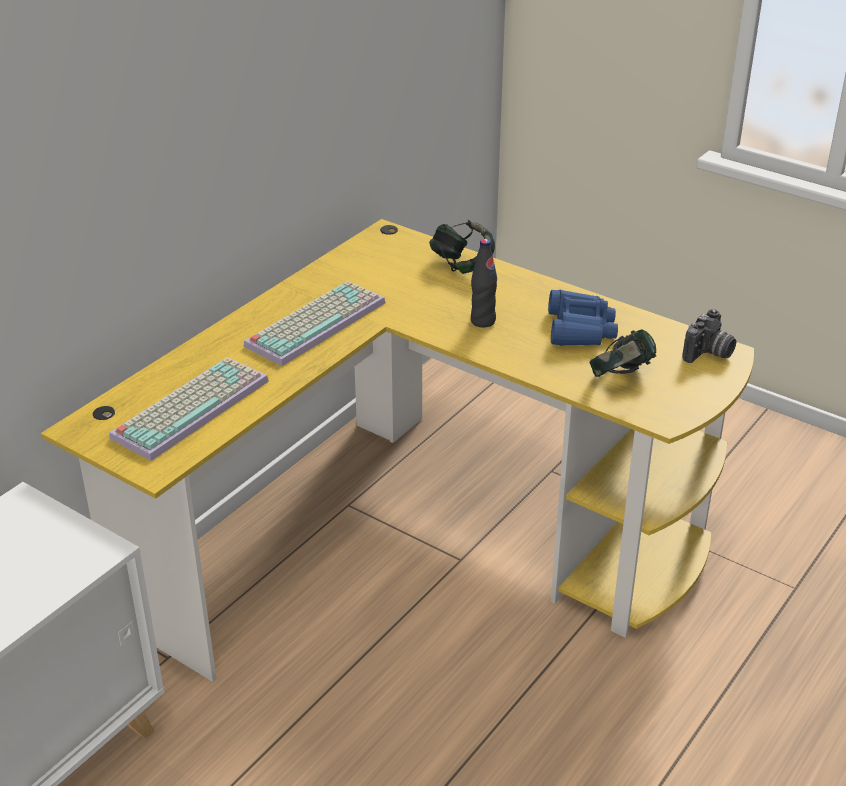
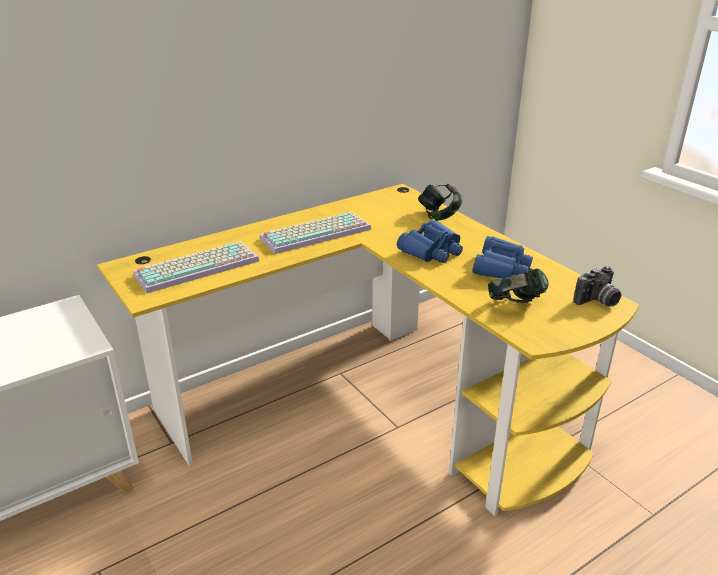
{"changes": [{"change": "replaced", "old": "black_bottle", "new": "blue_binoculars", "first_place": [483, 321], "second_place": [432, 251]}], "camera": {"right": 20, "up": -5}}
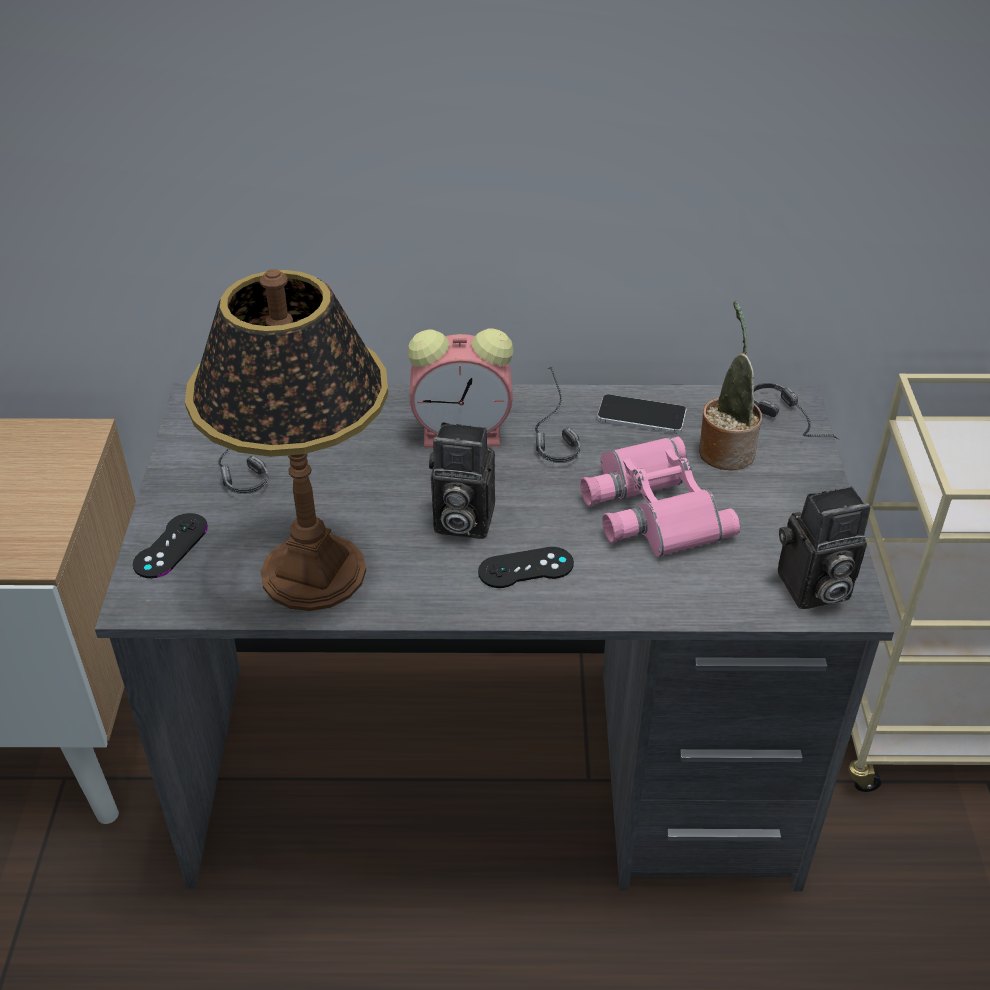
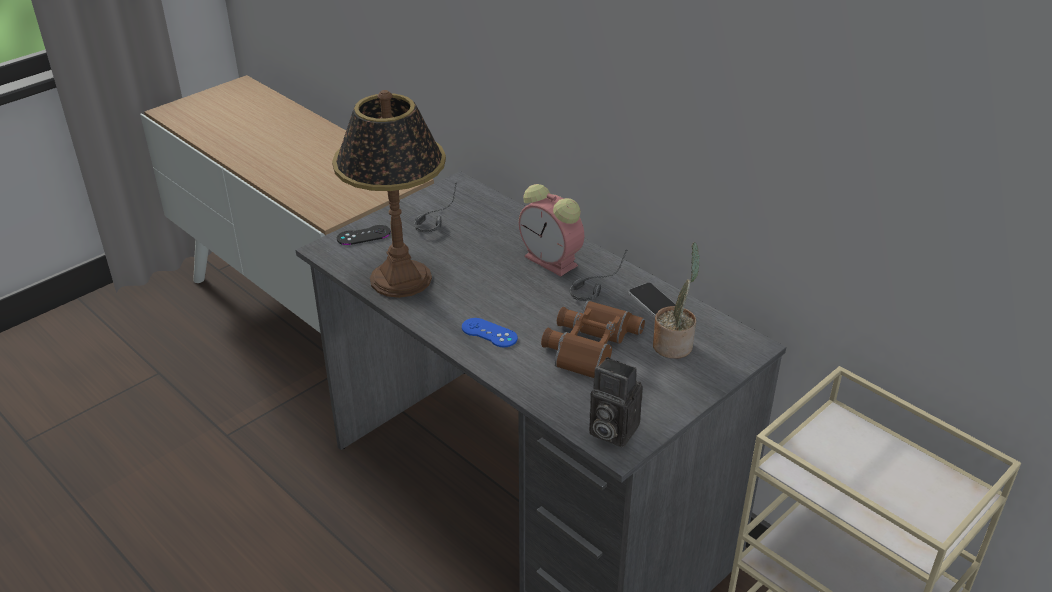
{"changes": [{"change": "recoloured", "old": "black_game_controller", "new": "blue_game_controller", "first_place": [526, 568], "second_place": [489, 333]}, {"change": "recoloured", "old": "pink_binoculars", "new": "brown_binoculars", "first_place": [649, 508], "second_place": [589, 345]}, {"change": "removed", "old": "photo_camera", "first_place": [460, 521]}, {"change": "removed", "old": "headphones", "first_place": [798, 424]}], "camera": {"right": 45, "up": -5}}
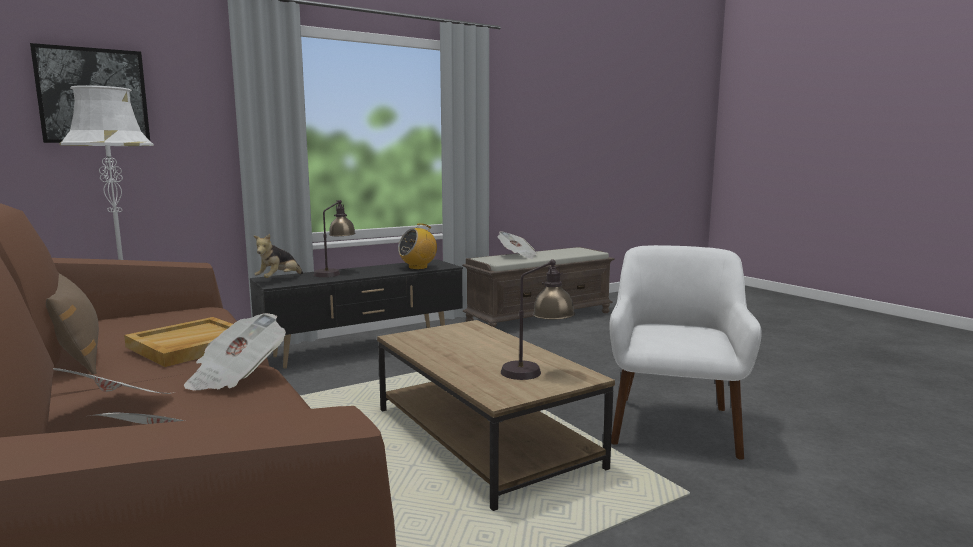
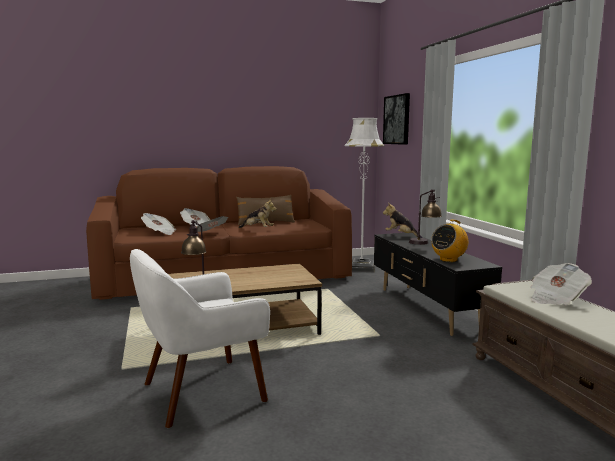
{"changes": [{"change": "turned", "old": "white_armchair", "first_place": [673, 425], "second_place": [201, 392], "degrees": 120}, {"change": "replaced", "old": "beige_tray", "new": "plush_toy", "first_place": [191, 346], "second_place": [258, 229]}, {"change": "turned", "old": "radio", "first_place": [418, 267], "second_place": [448, 260], "degrees": -105}], "camera": {"right": 105, "up": 0}}
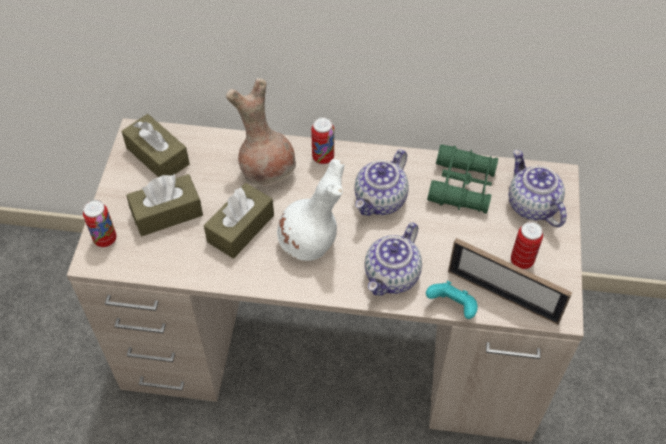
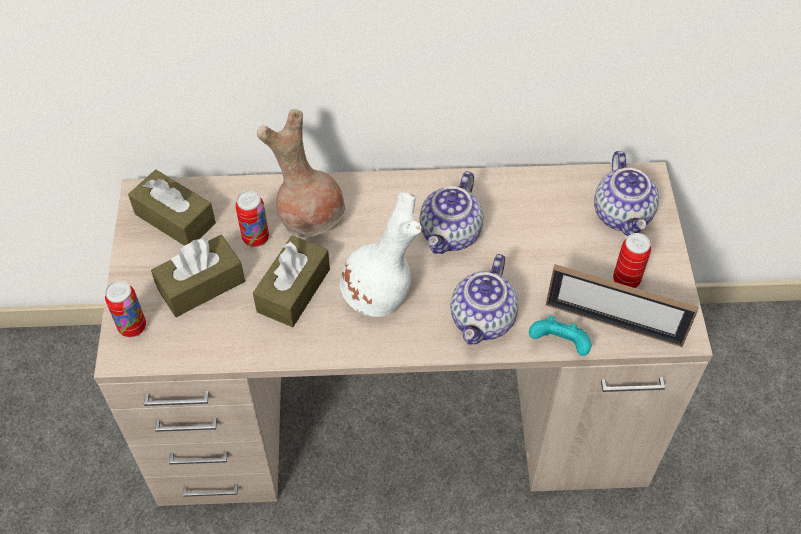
{"changes": [{"change": "moved", "old": "can", "first_place": [323, 157], "second_place": [255, 238]}, {"change": "turned", "old": "teapot", "first_place": [531, 205], "second_place": [623, 215], "degrees": -150}, {"change": "removed", "old": "green_binoculars", "first_place": [462, 185]}], "camera": {"right": -10, "up": 0}}
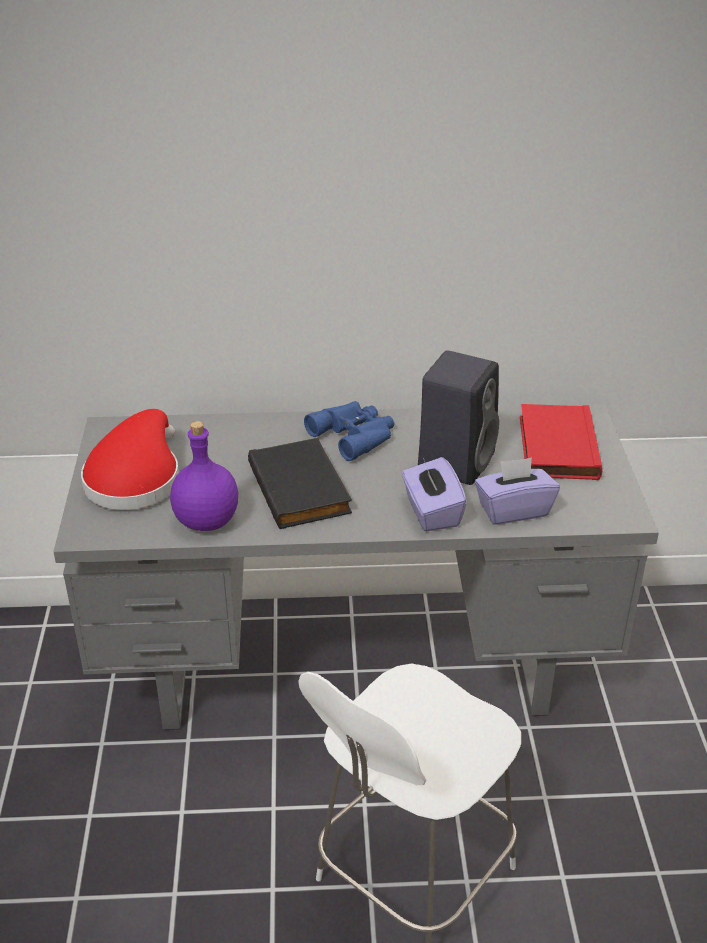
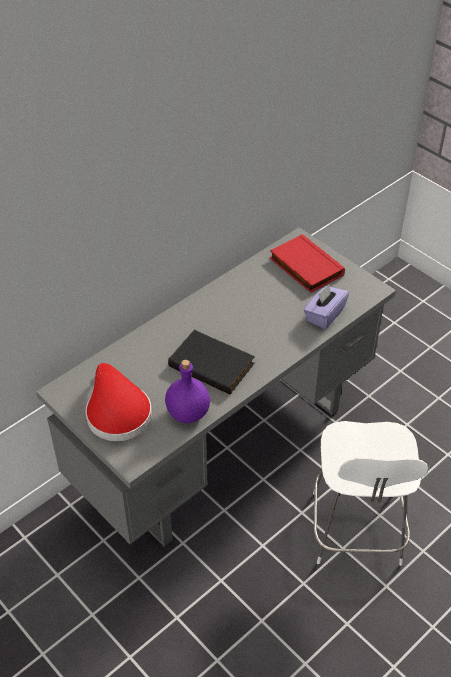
{"changes": [{"change": "removed", "old": "blue_binoculars", "first_place": [355, 435]}, {"change": "removed", "old": "purple_tissue_box", "first_place": [431, 512]}, {"change": "removed", "old": "black_speaker", "first_place": [456, 460]}], "camera": {"right": -40, "up": 10}}
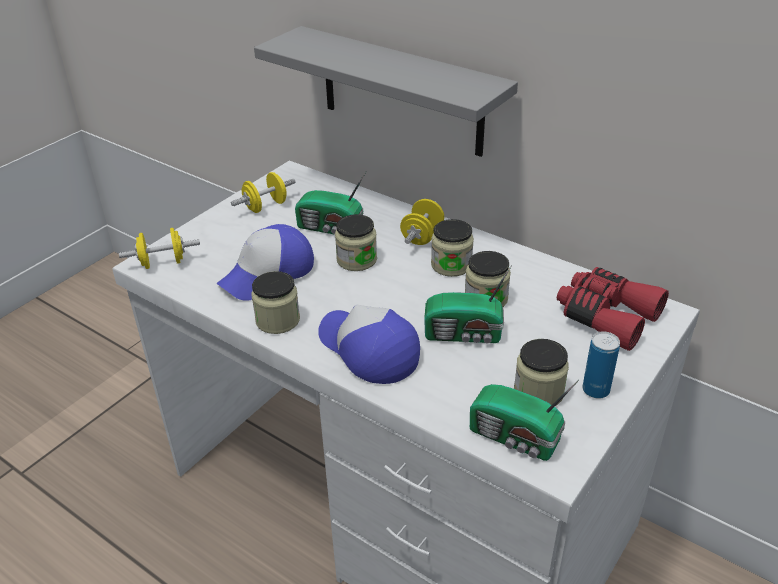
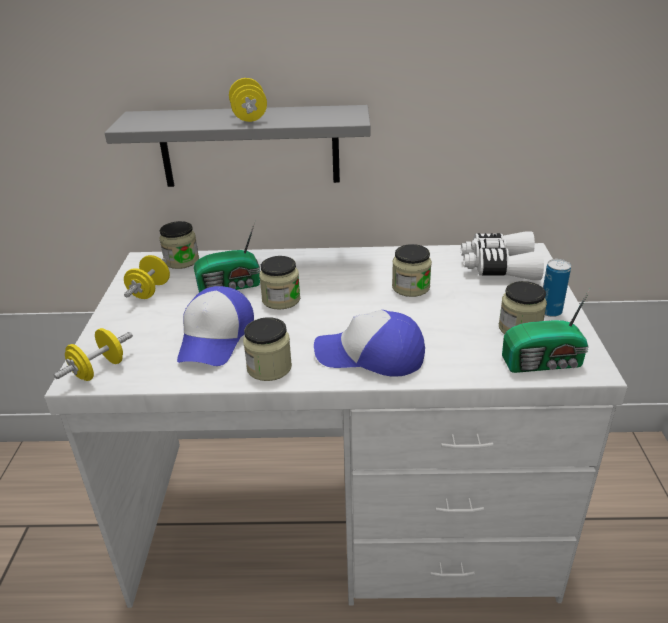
{"changes": [{"change": "moved", "old": "jar", "first_place": [451, 265], "second_place": [181, 261]}, {"change": "moved", "old": "yellow_dumbbell", "first_place": [422, 236], "second_place": [249, 117]}, {"change": "recoloured", "old": "red_binoculars", "new": "white_binoculars", "first_place": [606, 316], "second_place": [498, 267]}, {"change": "removed", "old": "radio", "first_place": [465, 334]}], "camera": {"right": -35, "up": -5}}
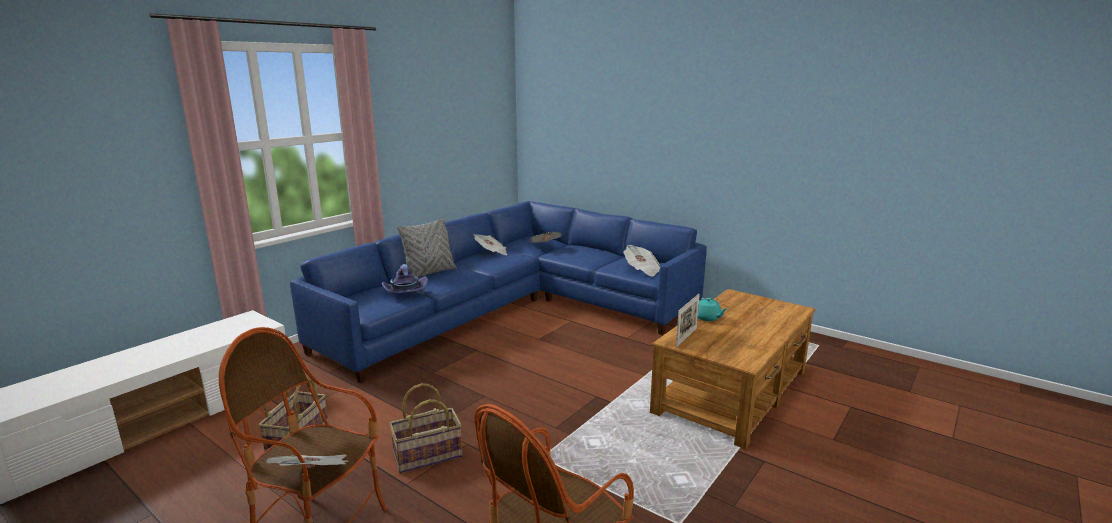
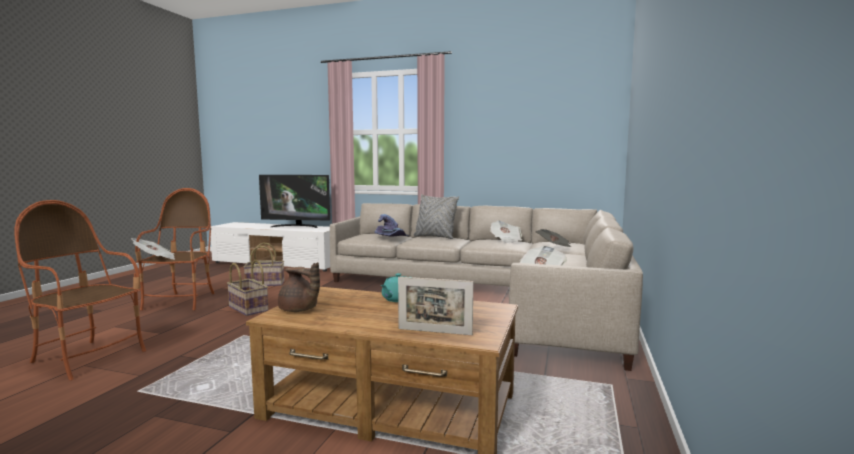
{"changes": [{"change": "added", "new": "television", "second_place": [297, 226]}, {"change": "added", "new": "brown_teapot", "second_place": [299, 310]}, {"change": "recoloured", "old": "blue_sofa", "new": "beige_sofa", "first_place": [515, 309], "second_place": [494, 295]}, {"change": "moved", "old": "picture_frame", "first_place": [686, 337], "second_place": [434, 332]}], "camera": {"right": 70, "up": -10}}
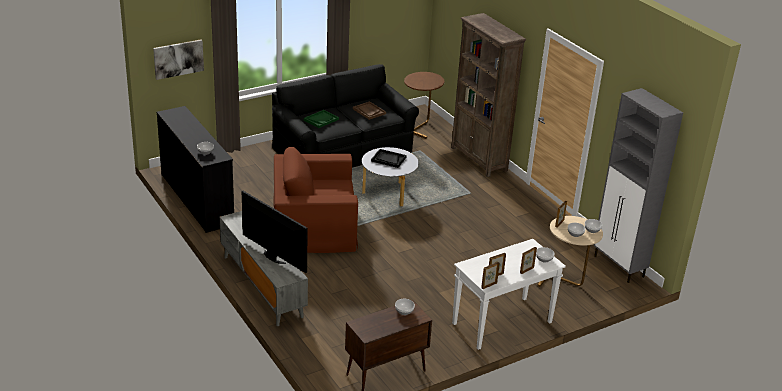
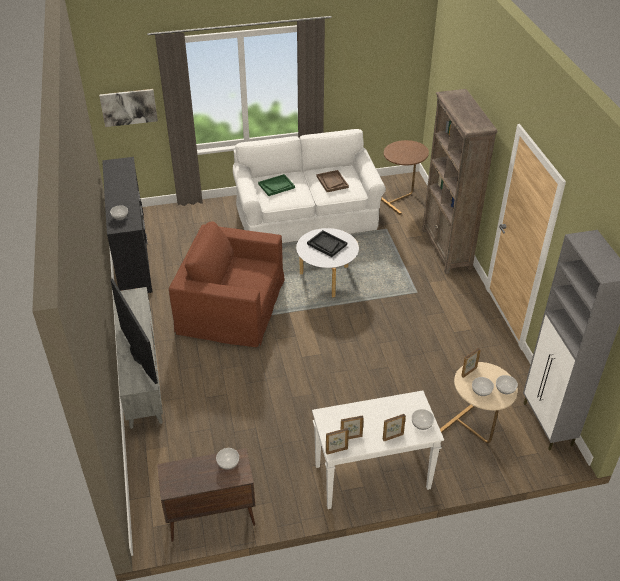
{"changes": [{"change": "recoloured", "old": "black_sofa", "new": "white_sofa", "first_place": [343, 149], "second_place": [307, 216]}], "camera": {"right": 20, "up": 10}}
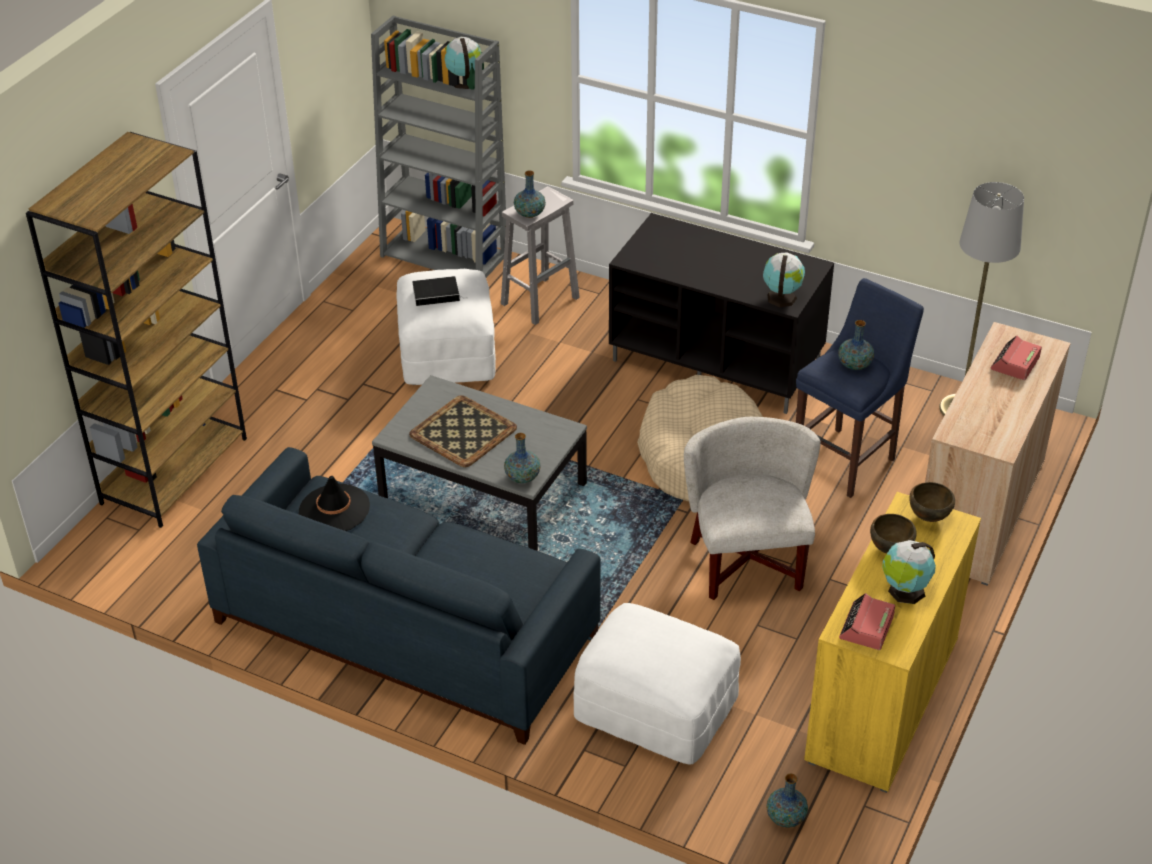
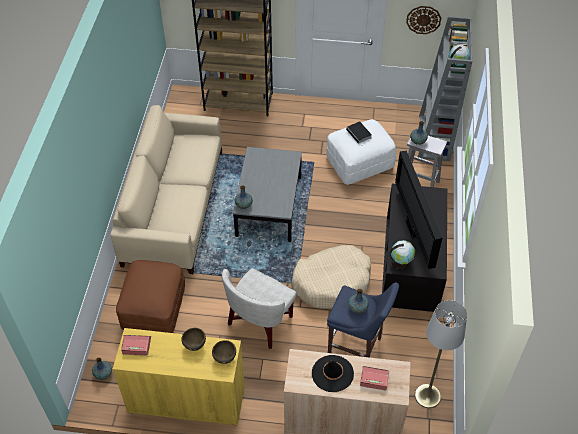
{"changes": [{"change": "recoloured", "old": "blue_sofa", "new": "beige_sofa", "first_place": [406, 626], "second_place": [175, 206]}, {"change": "recoloured", "old": "white_ottoman", "new": "brown_ottoman", "first_place": [654, 709], "second_place": [153, 308]}, {"change": "turned", "old": "white_armchair", "first_place": [747, 563], "second_place": [260, 321], "degrees": 150}, {"change": "moved", "old": "black_hat", "first_place": [334, 509], "second_place": [332, 373]}, {"change": "added", "new": "television", "second_place": [412, 230]}, {"change": "added", "new": "wall_clock", "second_place": [423, 19]}, {"change": "removed", "old": "tray", "first_place": [463, 431]}, {"change": "removed", "old": "globe", "first_place": [905, 591]}], "camera": {"right": 70, "up": 10}}
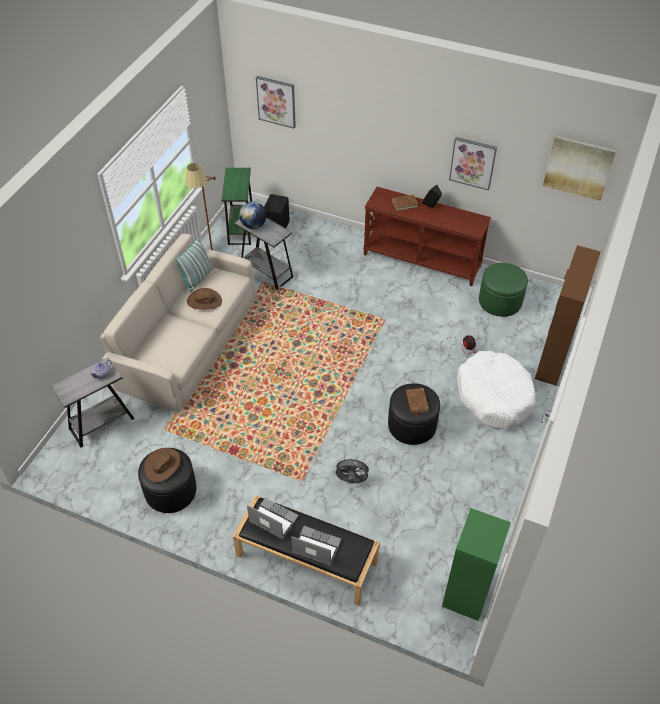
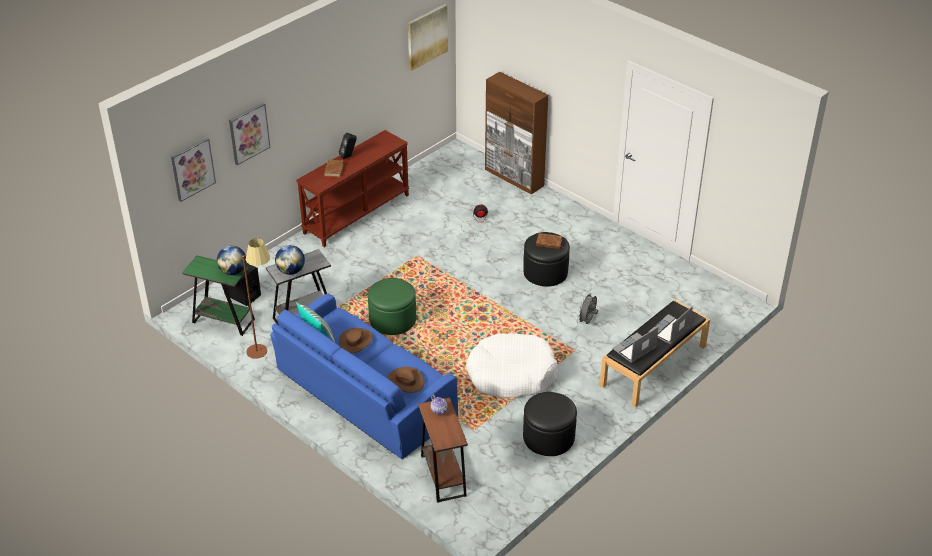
{"changes": [{"change": "added", "new": "globe", "second_place": [233, 271]}, {"change": "moved", "old": "picture", "first_place": [472, 163], "second_place": [249, 133]}, {"change": "recoloured", "old": "beige_sofa", "new": "blue_sofa", "first_place": [186, 339], "second_place": [363, 392]}, {"change": "moved", "old": "green_ottoman", "first_place": [500, 301], "second_place": [392, 320]}, {"change": "moved", "old": "brown_hat", "first_place": [162, 465], "second_place": [405, 381]}, {"change": "recoloured", "old": "grey_side_table", "new": "brown_side_table", "first_place": [101, 423], "second_place": [443, 475]}, {"change": "moved", "old": "white_dog_bed", "first_place": [494, 396], "second_place": [511, 374]}, {"change": "removed", "old": "green_bookcase", "first_place": [467, 594]}], "camera": {"right": -70, "up": -10}}
